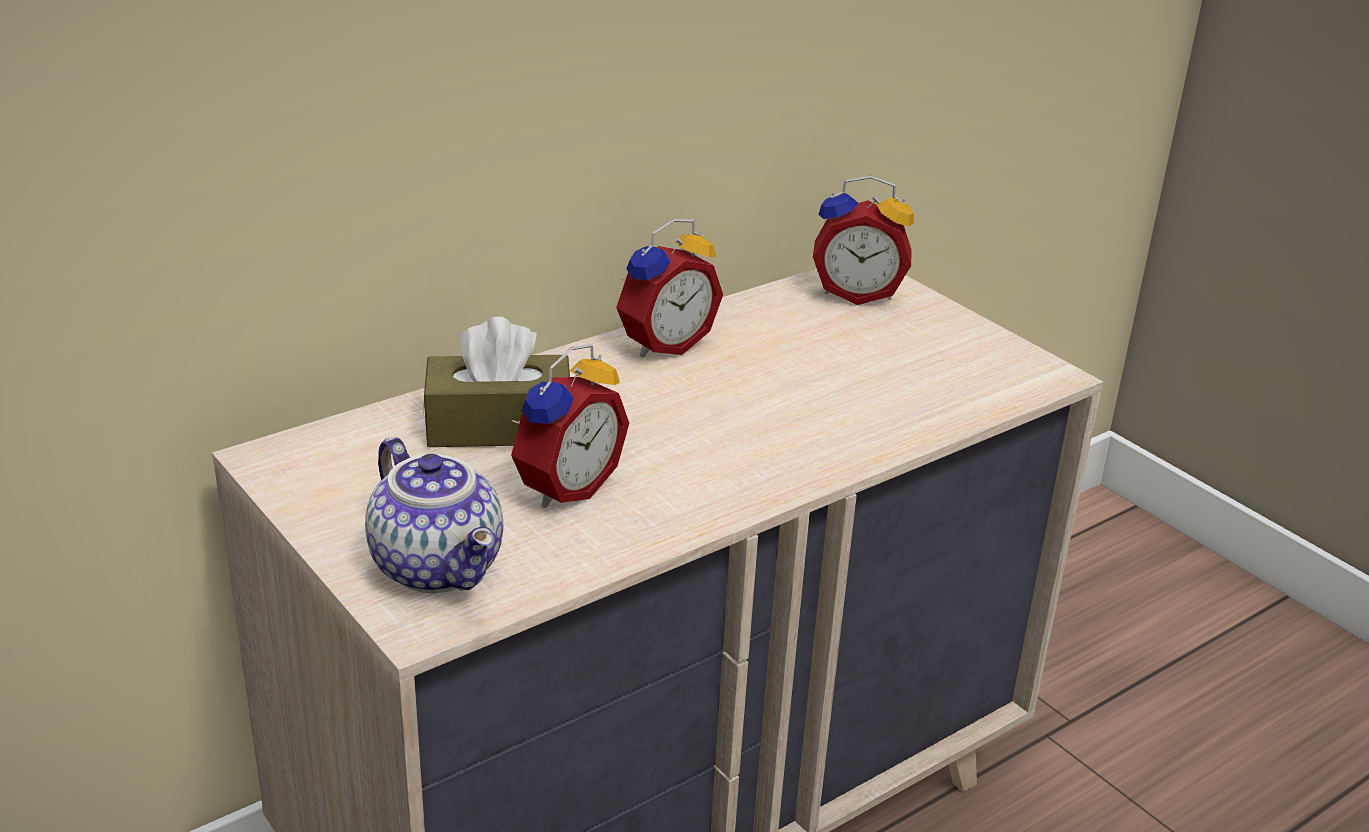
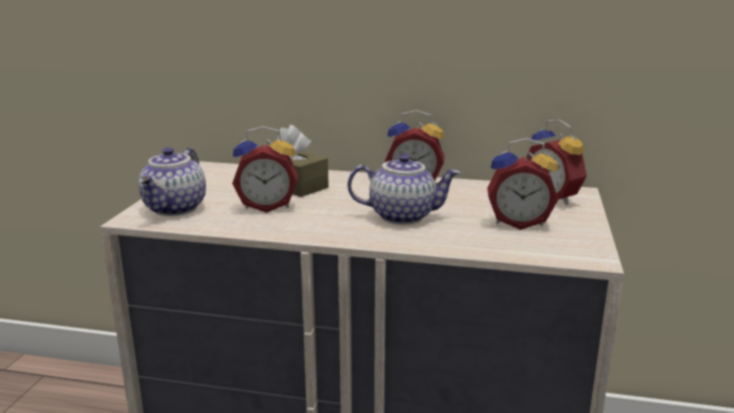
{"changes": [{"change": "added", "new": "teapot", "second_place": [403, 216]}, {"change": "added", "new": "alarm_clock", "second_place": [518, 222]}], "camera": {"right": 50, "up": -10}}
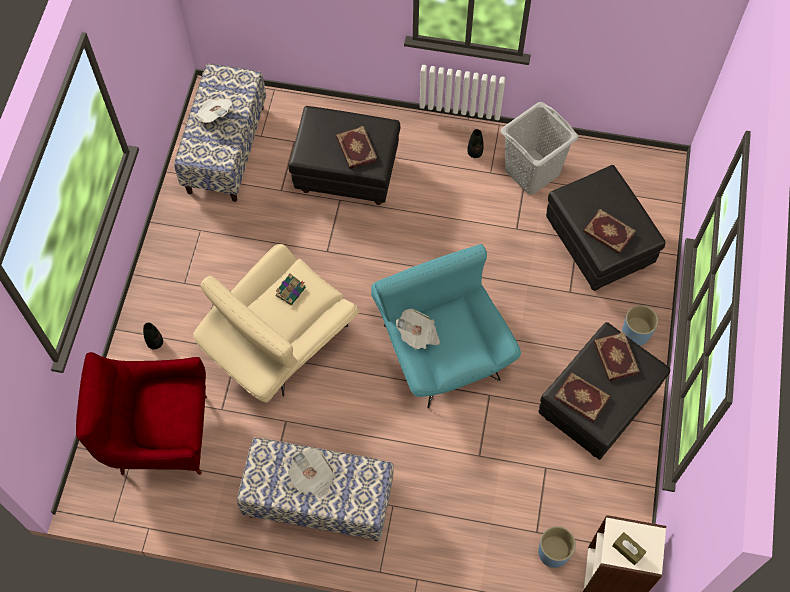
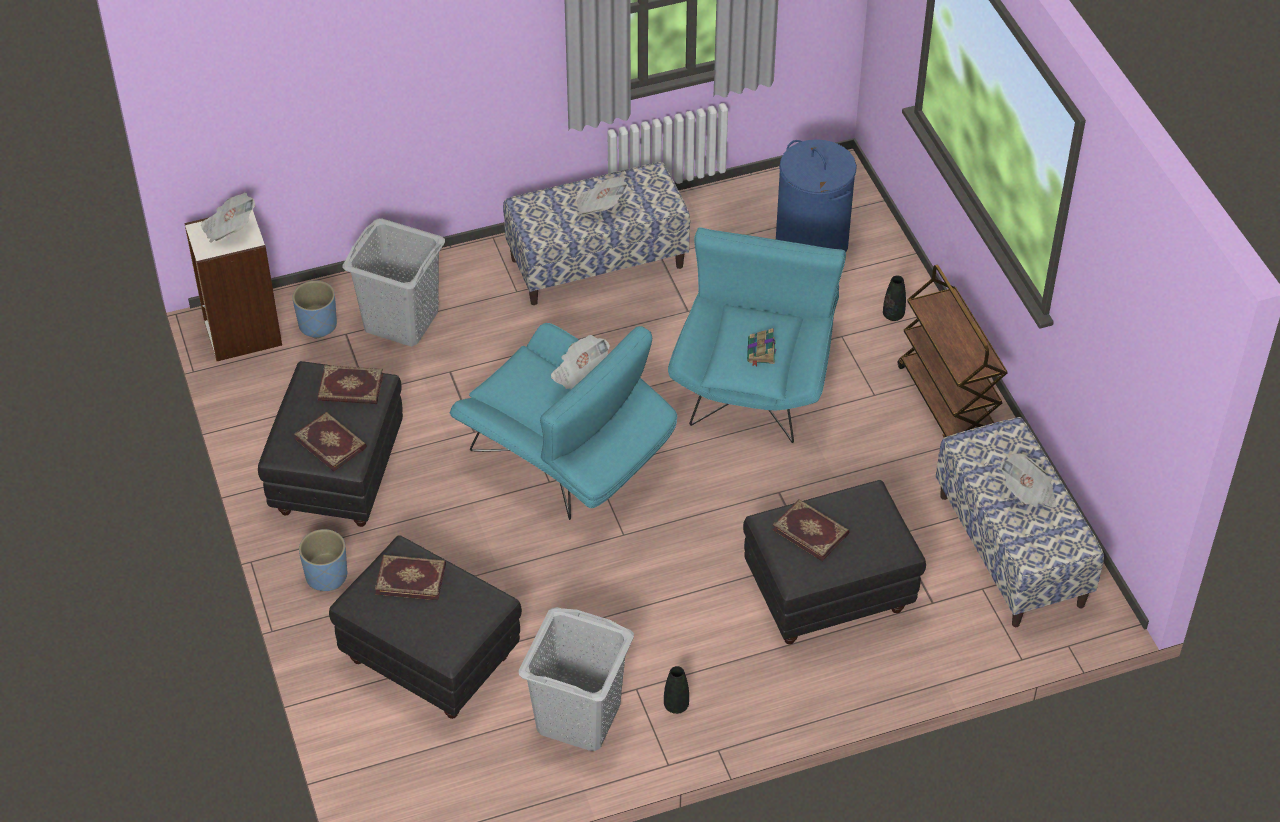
{"changes": [{"change": "replaced", "old": "brown_tissue_box", "new": "newspaper", "first_place": [628, 550], "second_place": [229, 228]}, {"change": "added", "new": "grey_laundry_basket", "second_place": [401, 321]}, {"change": "recoloured", "old": "beige_armchair", "new": "turquoise_armchair", "first_place": [278, 342], "second_place": [756, 375]}, {"change": "replaced", "old": "red_armchair", "new": "blue_laundry_basket", "first_place": [158, 434], "second_place": [812, 244]}, {"change": "added", "new": "brown_cart", "second_place": [947, 403]}], "camera": {"right": 150, "up": -15}}
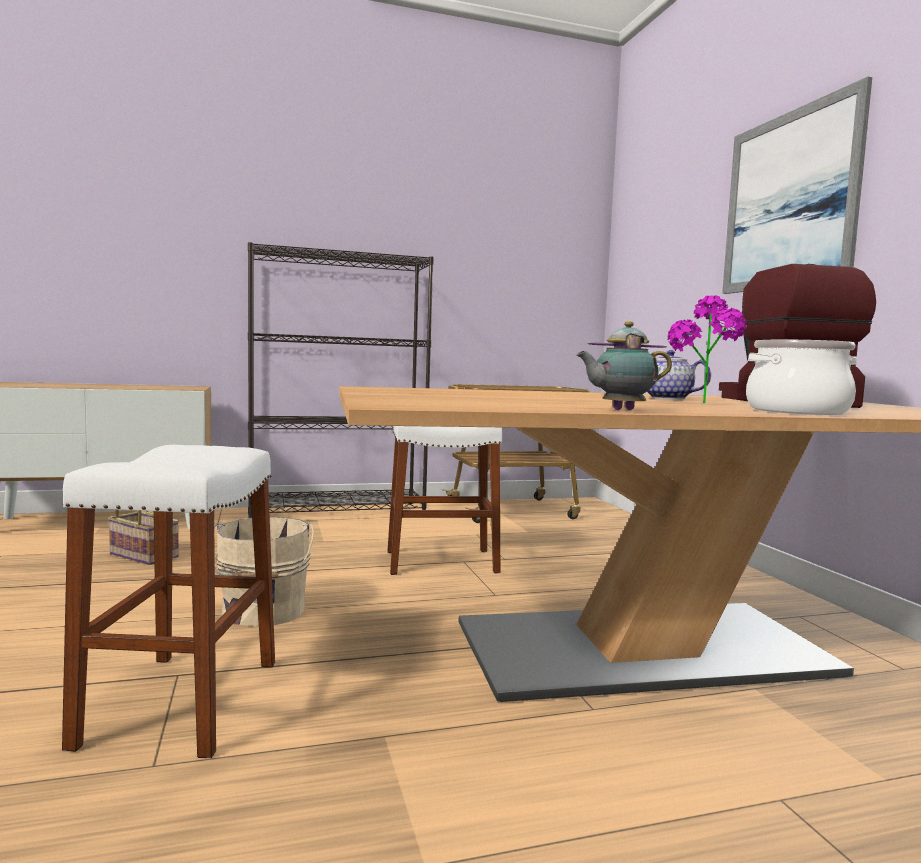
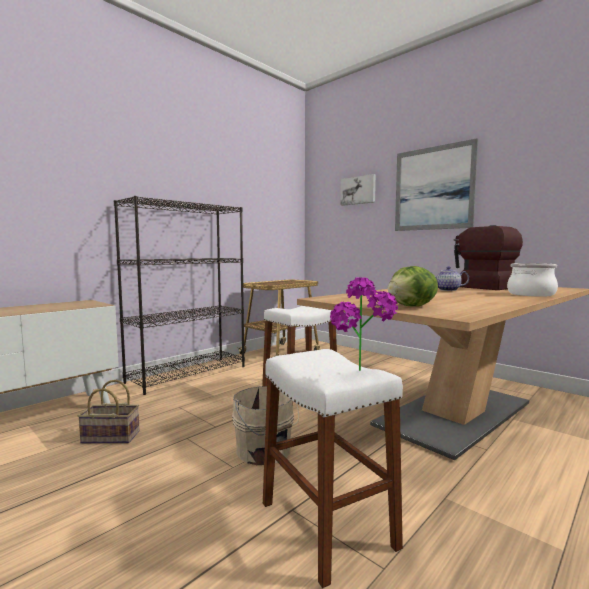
{"changes": [{"change": "moved", "old": "potted_plant", "first_place": [703, 403], "second_place": [363, 374]}, {"change": "added", "new": "picture", "second_place": [358, 190]}, {"change": "added", "new": "lettuce", "second_place": [412, 306]}, {"change": "removed", "old": "teapot", "first_place": [620, 409]}], "camera": {"right": -30, "up": 0}}
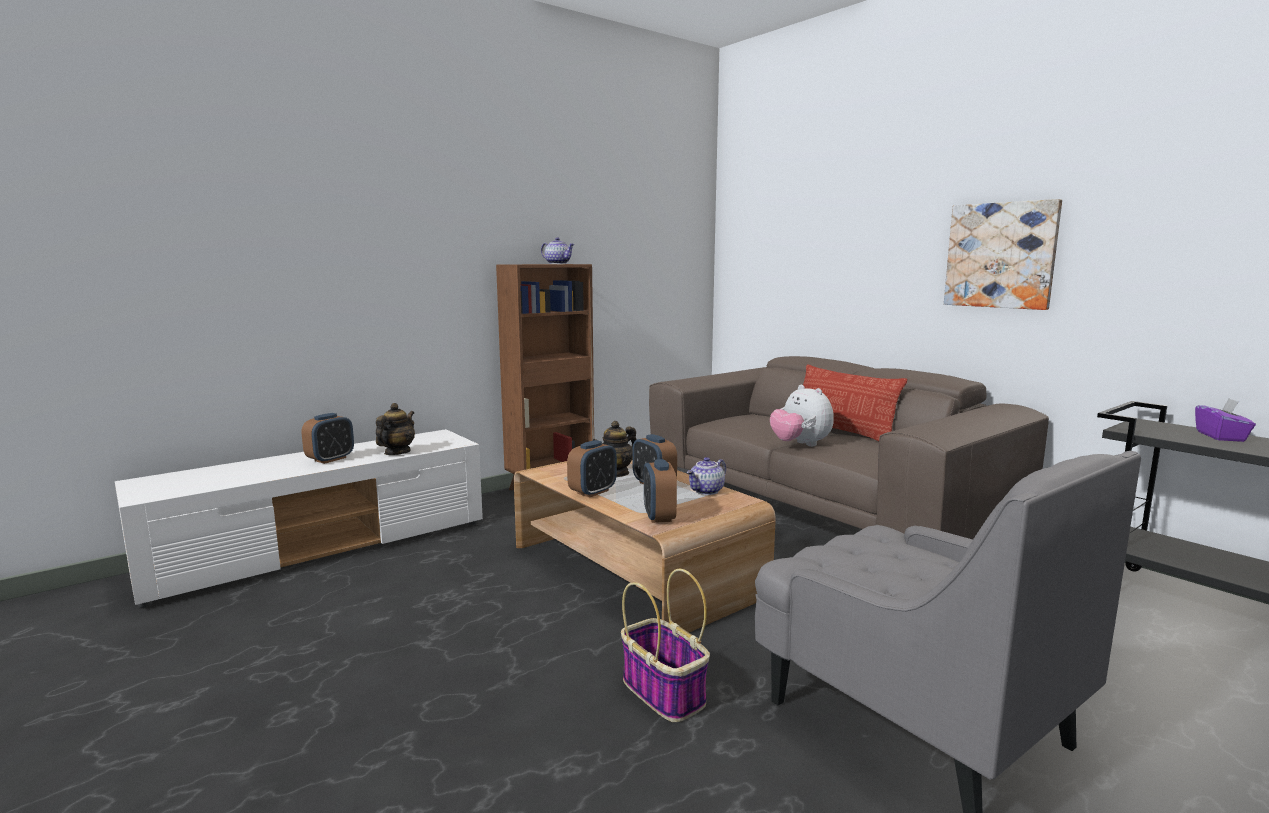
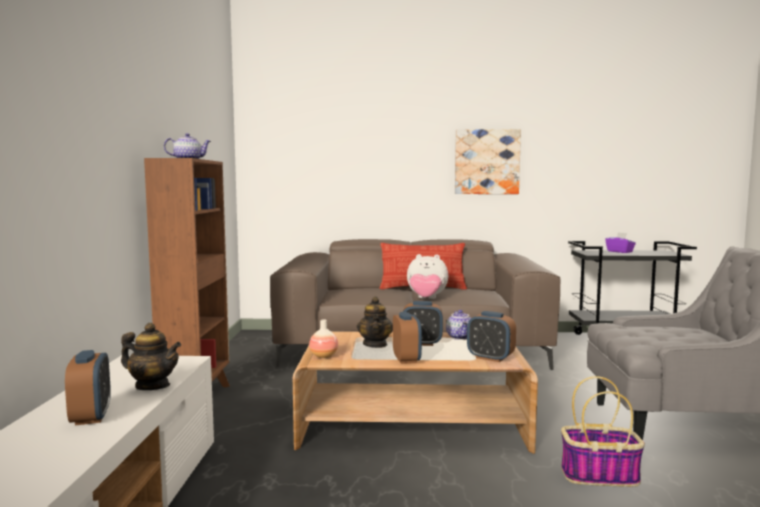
{"changes": [{"change": "turned", "old": "teapot", "first_place": [397, 452], "second_place": [152, 386], "degrees": 135}, {"change": "added", "new": "vase", "second_place": [323, 356]}], "camera": {"right": -50, "up": -5}}
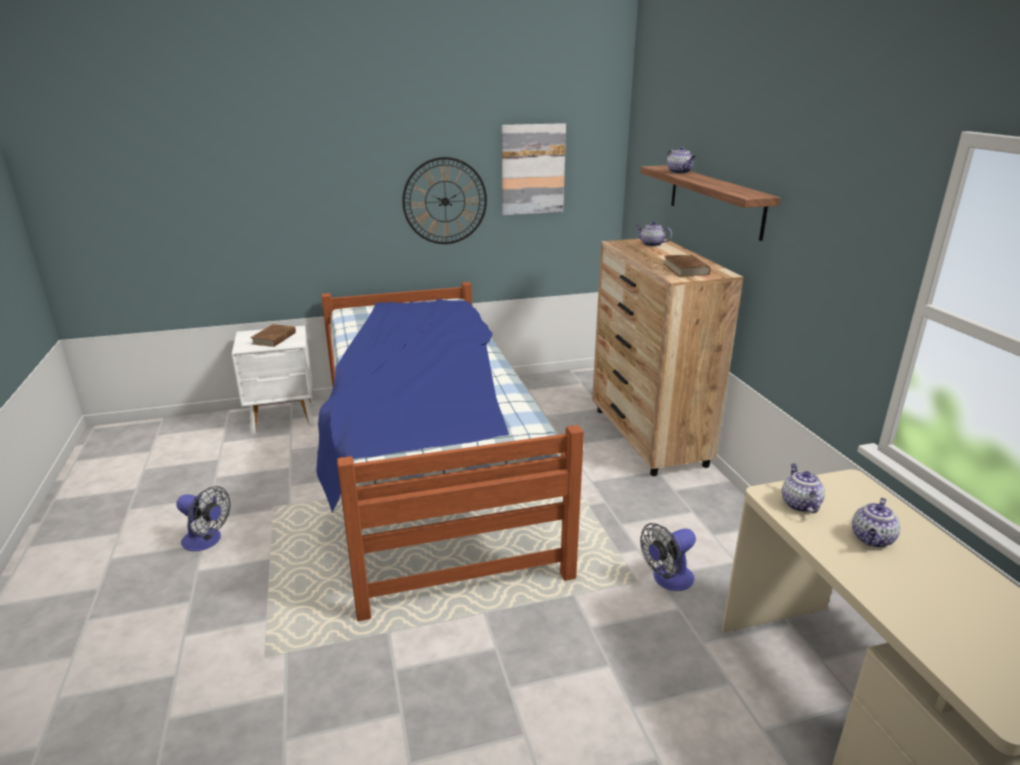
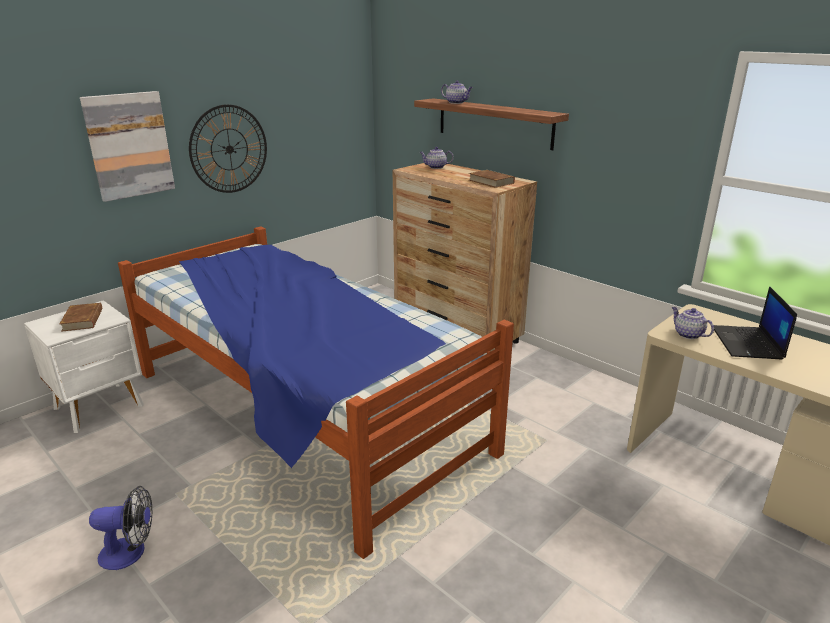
{"changes": [{"change": "moved", "old": "picture", "first_place": [532, 169], "second_place": [129, 145]}, {"change": "replaced", "old": "teapot", "new": "laptop", "first_place": [872, 539], "second_place": [747, 343]}, {"change": "removed", "old": "fan", "first_place": [667, 580]}], "camera": {"right": -30, "up": 0}}
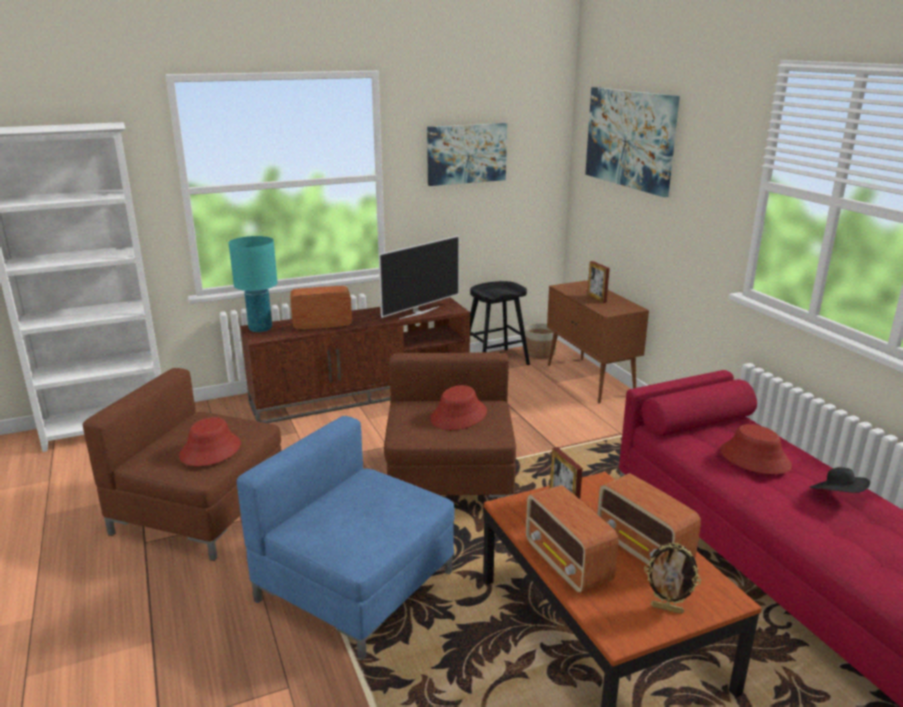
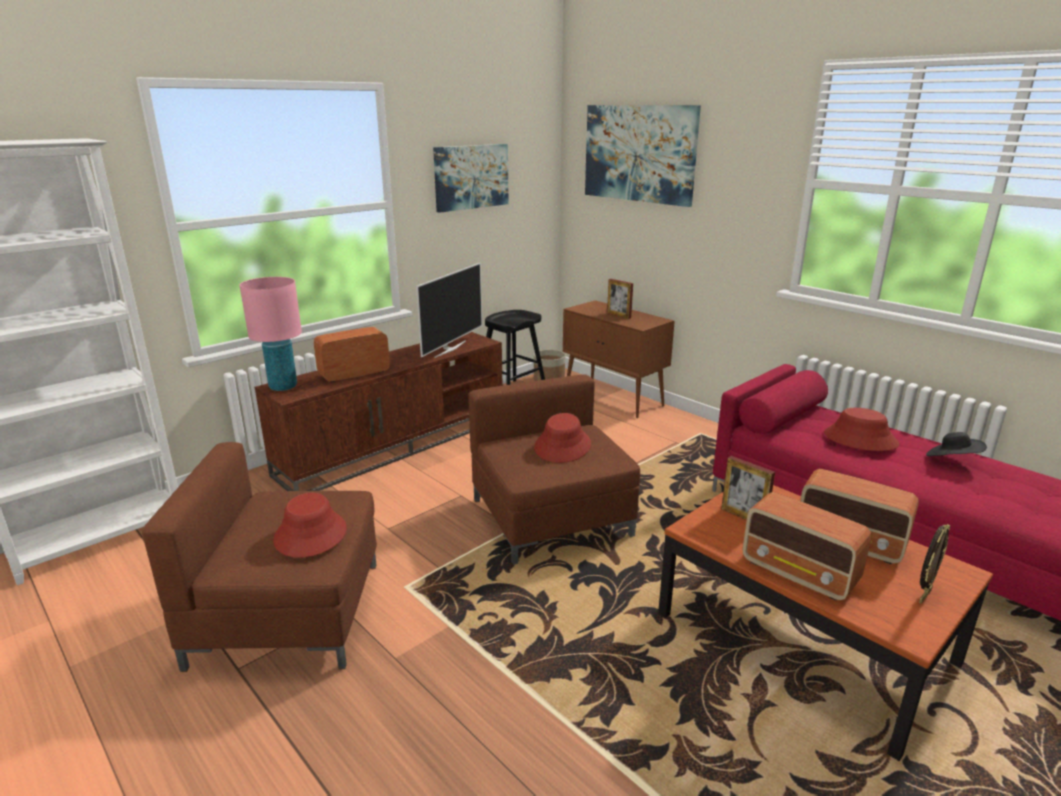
{"changes": [{"change": "recoloured", "old": "turquoise_table_lamp", "new": "pink_table_lamp", "first_place": [260, 329], "second_place": [283, 387]}, {"change": "turned", "old": "picture_frame", "first_place": [667, 608], "second_place": [923, 595], "degrees": -45}, {"change": "removed", "old": "blue_armchair", "first_place": [356, 588]}], "camera": {"right": -20, "up": 0}}
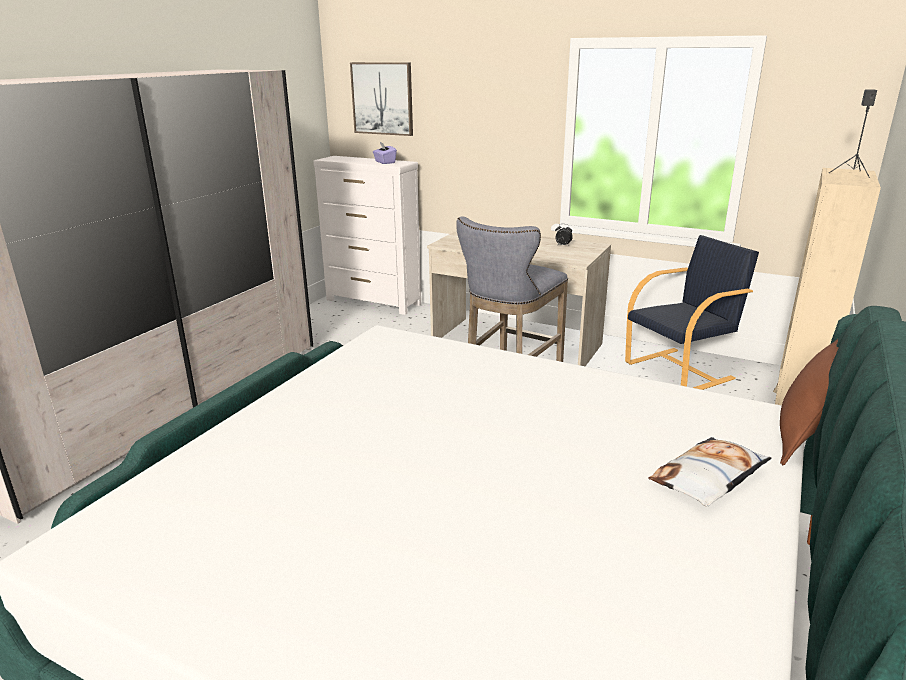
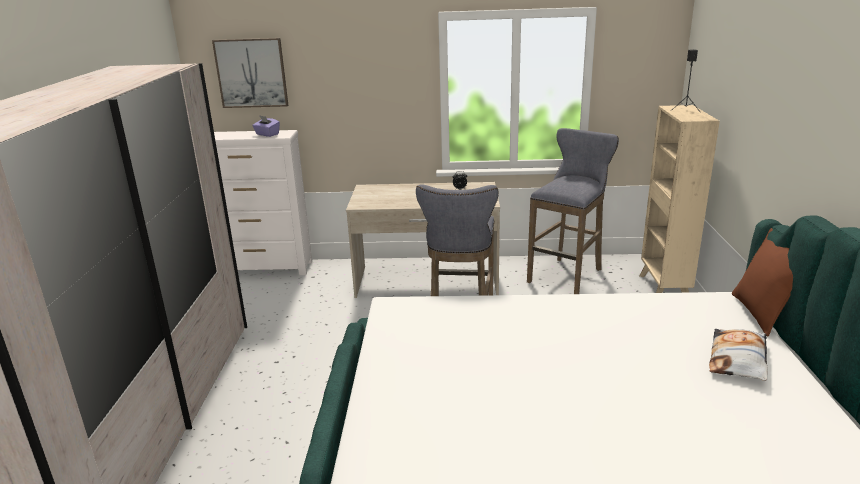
{"changes": [{"change": "replaced", "old": "black_armchair", "new": "grey_stool", "first_place": [680, 370], "second_place": [567, 274]}], "camera": {"right": -25, "up": 0}}
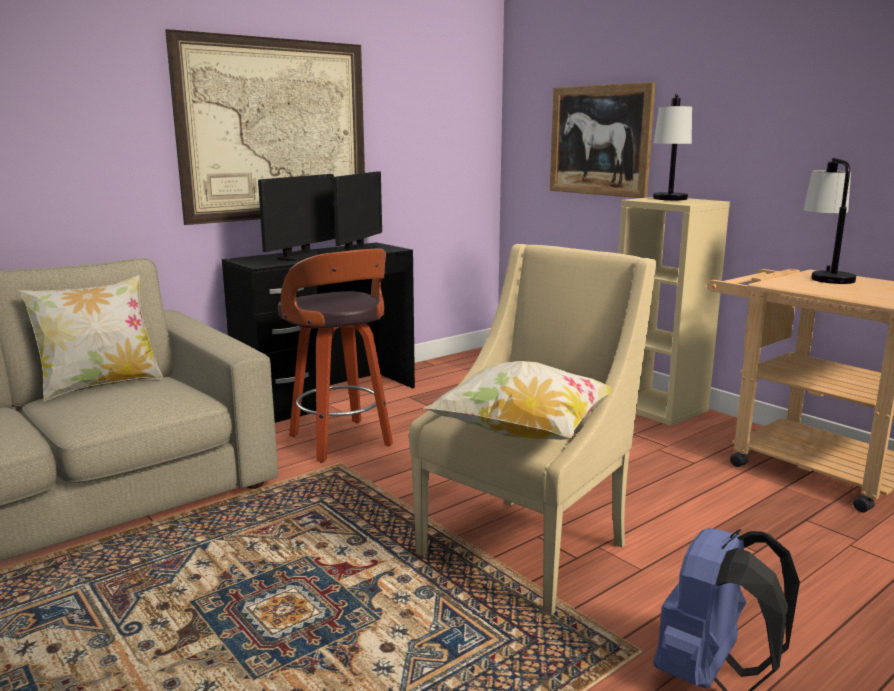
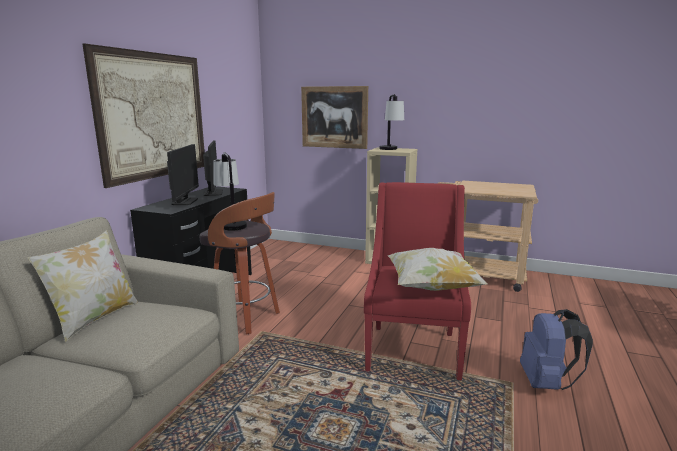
{"changes": [{"change": "moved", "old": "table_lamp", "first_place": [824, 276], "second_place": [231, 224]}, {"change": "recoloured", "old": "beige_armchair", "new": "red_armchair", "first_place": [528, 547], "second_place": [413, 349]}], "camera": {"right": -30, "up": 0}}
